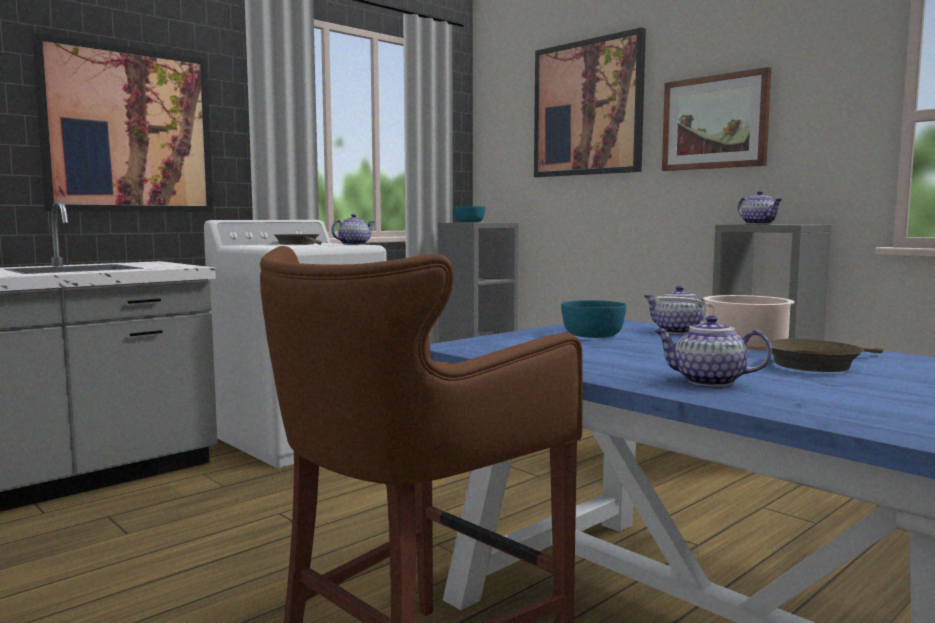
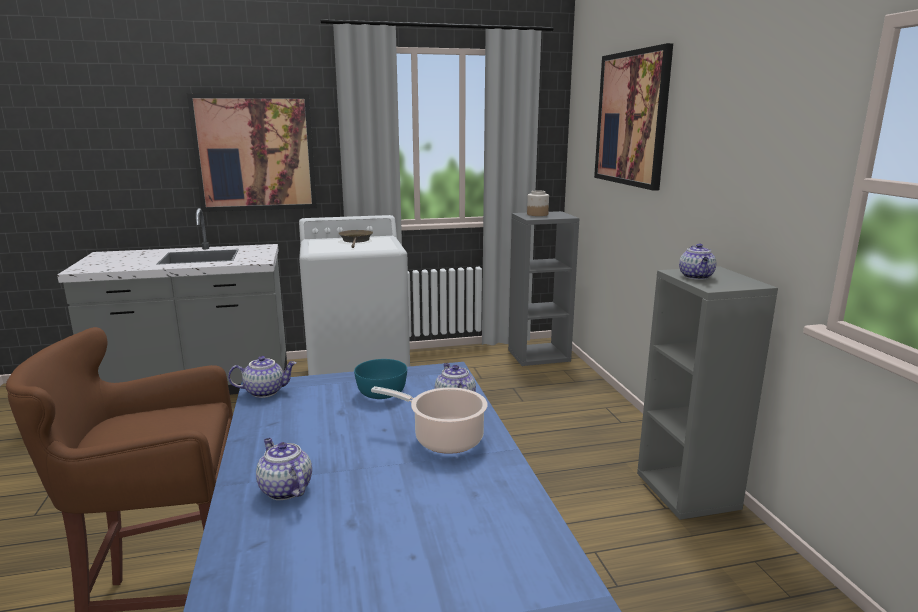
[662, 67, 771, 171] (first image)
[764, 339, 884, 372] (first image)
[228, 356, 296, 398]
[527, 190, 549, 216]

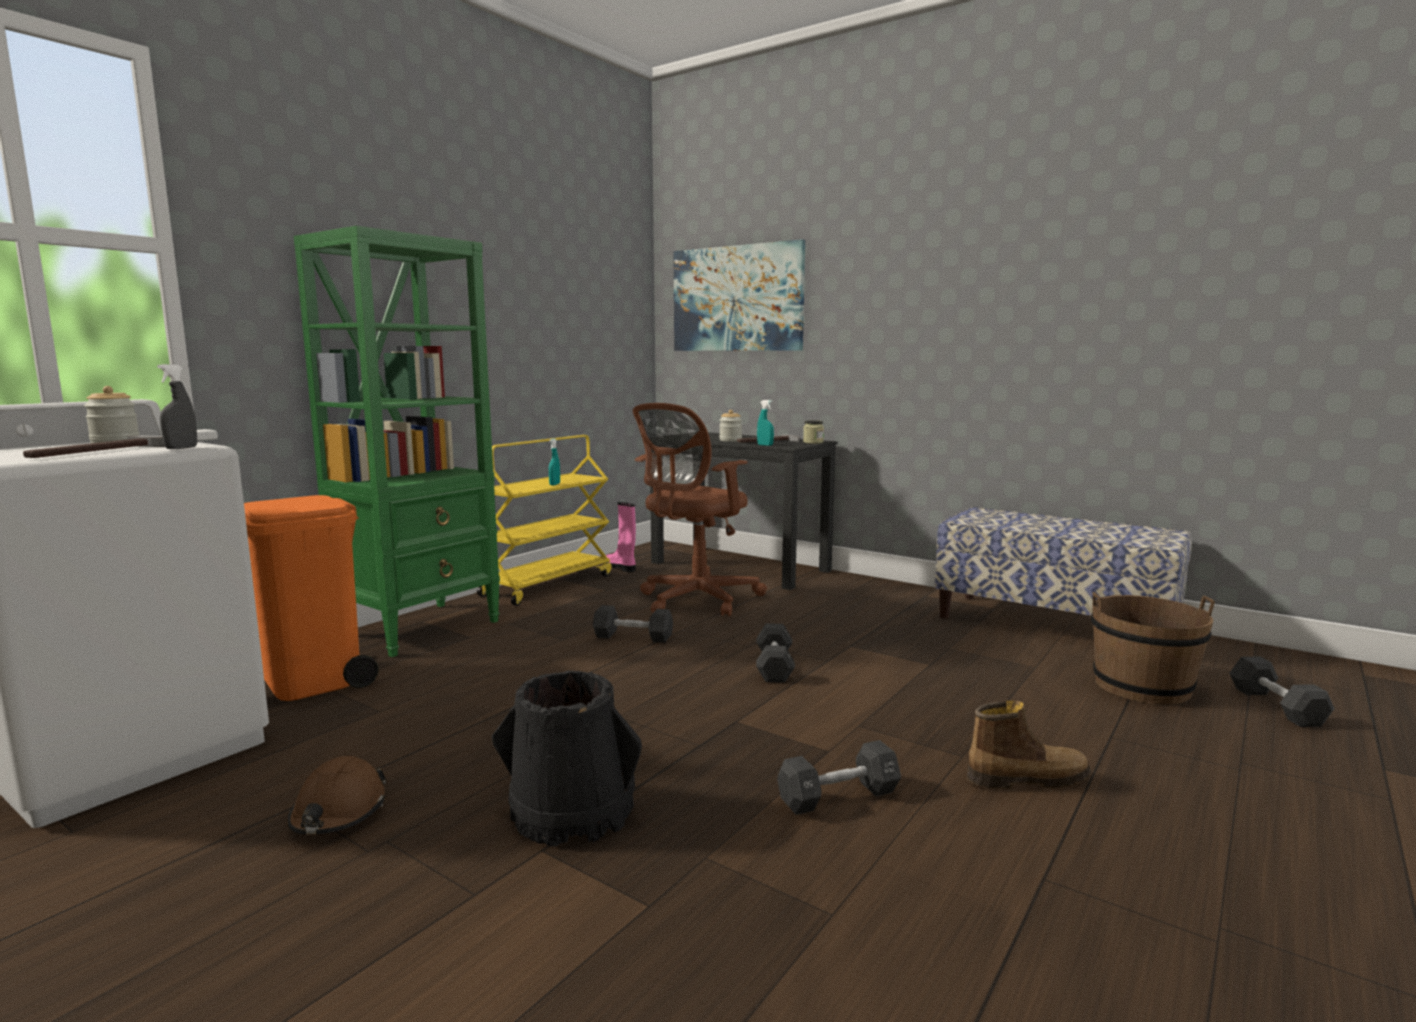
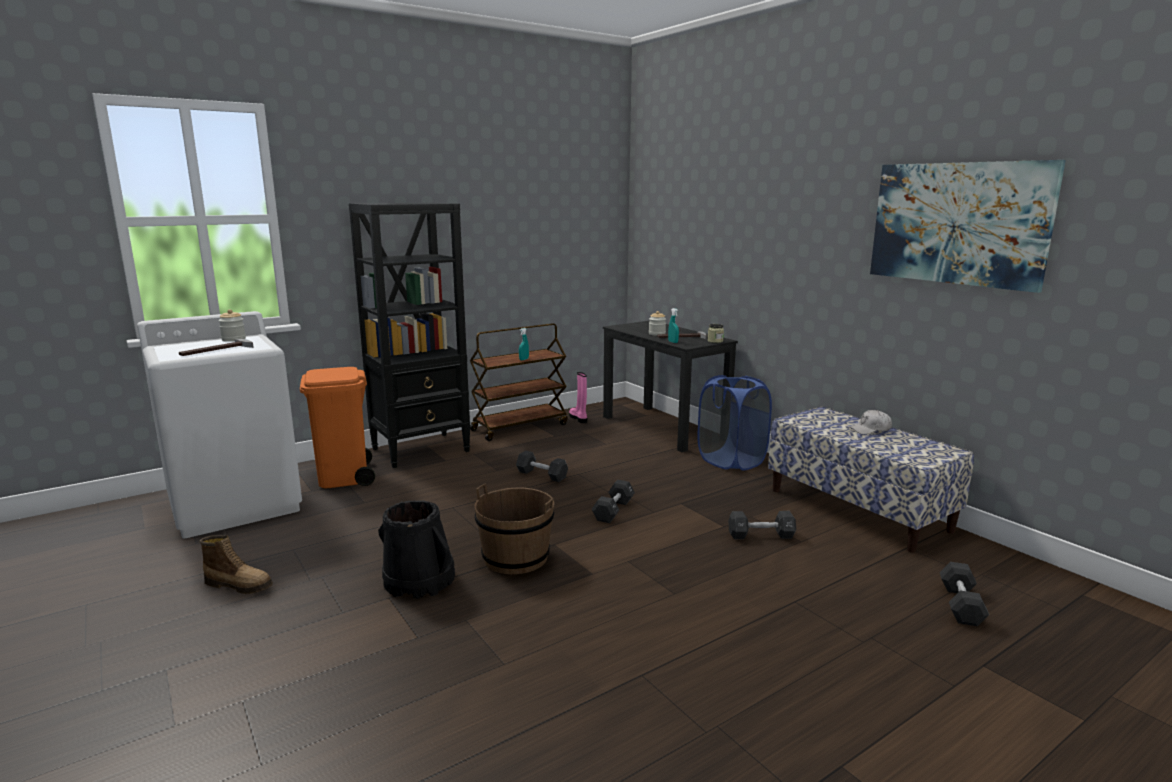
[157, 364, 197, 449] (first image)
[288, 756, 387, 834] (first image)
[633, 403, 767, 616] (first image)
[697, 375, 772, 471]
[849, 410, 892, 434]
[870, 160, 1066, 293]
[728, 511, 796, 539]
[200, 535, 273, 594]
[475, 484, 554, 574]
[349, 203, 470, 468]
[470, 323, 568, 441]

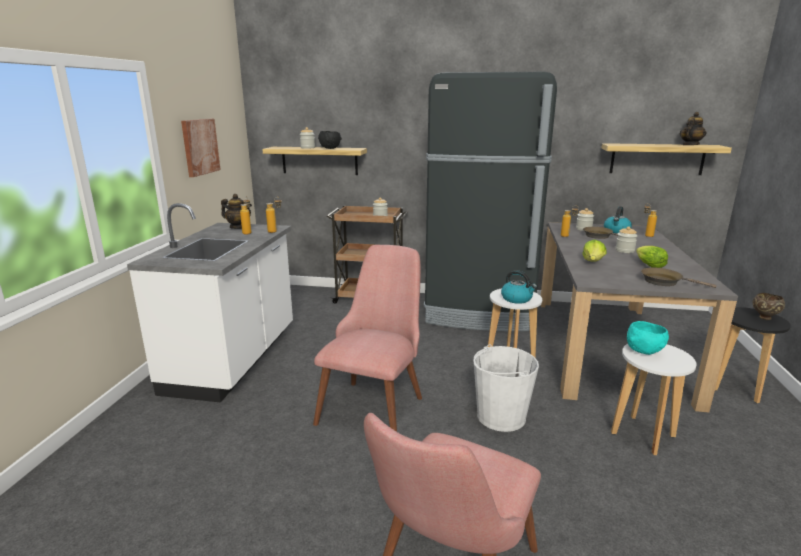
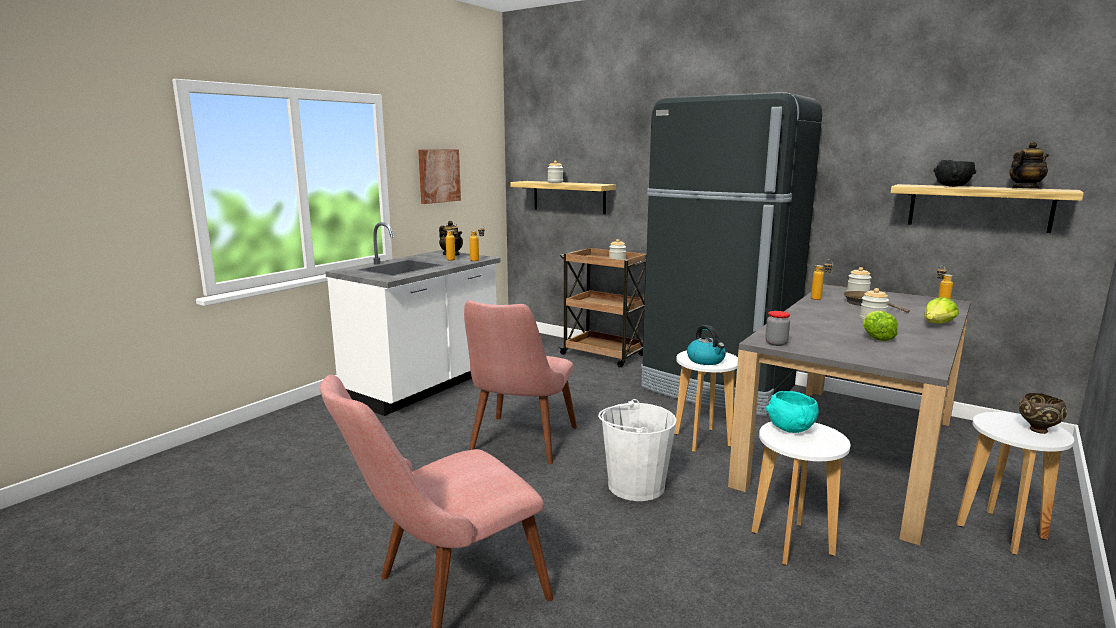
[604, 206, 632, 233] (first image)
[641, 268, 717, 288] (first image)
[765, 311, 790, 346]
[933, 160, 976, 187]
[924, 297, 959, 323]
[956, 412, 1074, 555]
[464, 300, 577, 464]

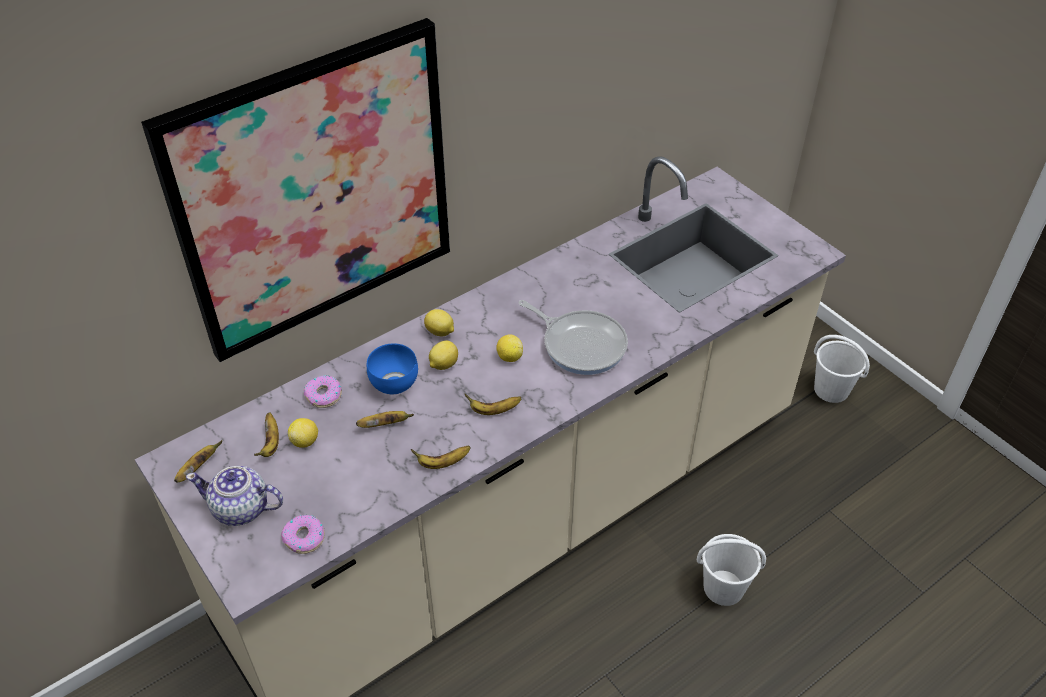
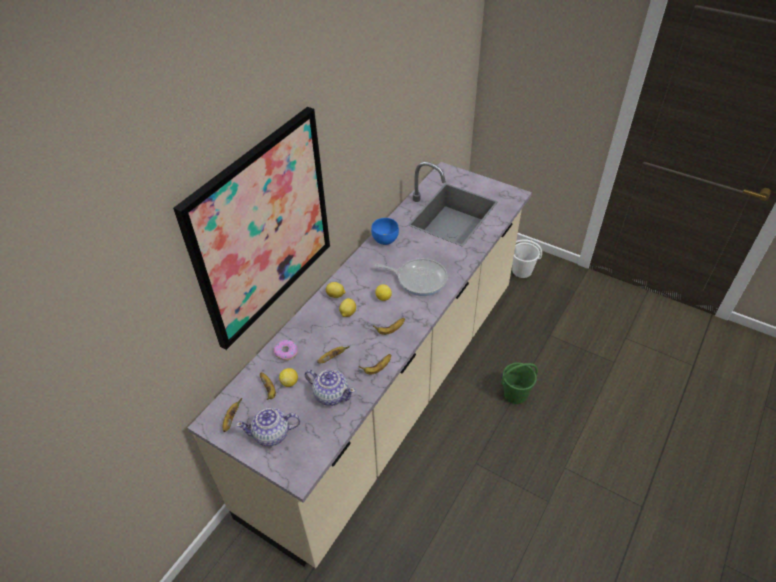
[281, 515, 325, 554] (first image)
[305, 369, 356, 406]
[371, 218, 399, 245]
[501, 363, 538, 404]

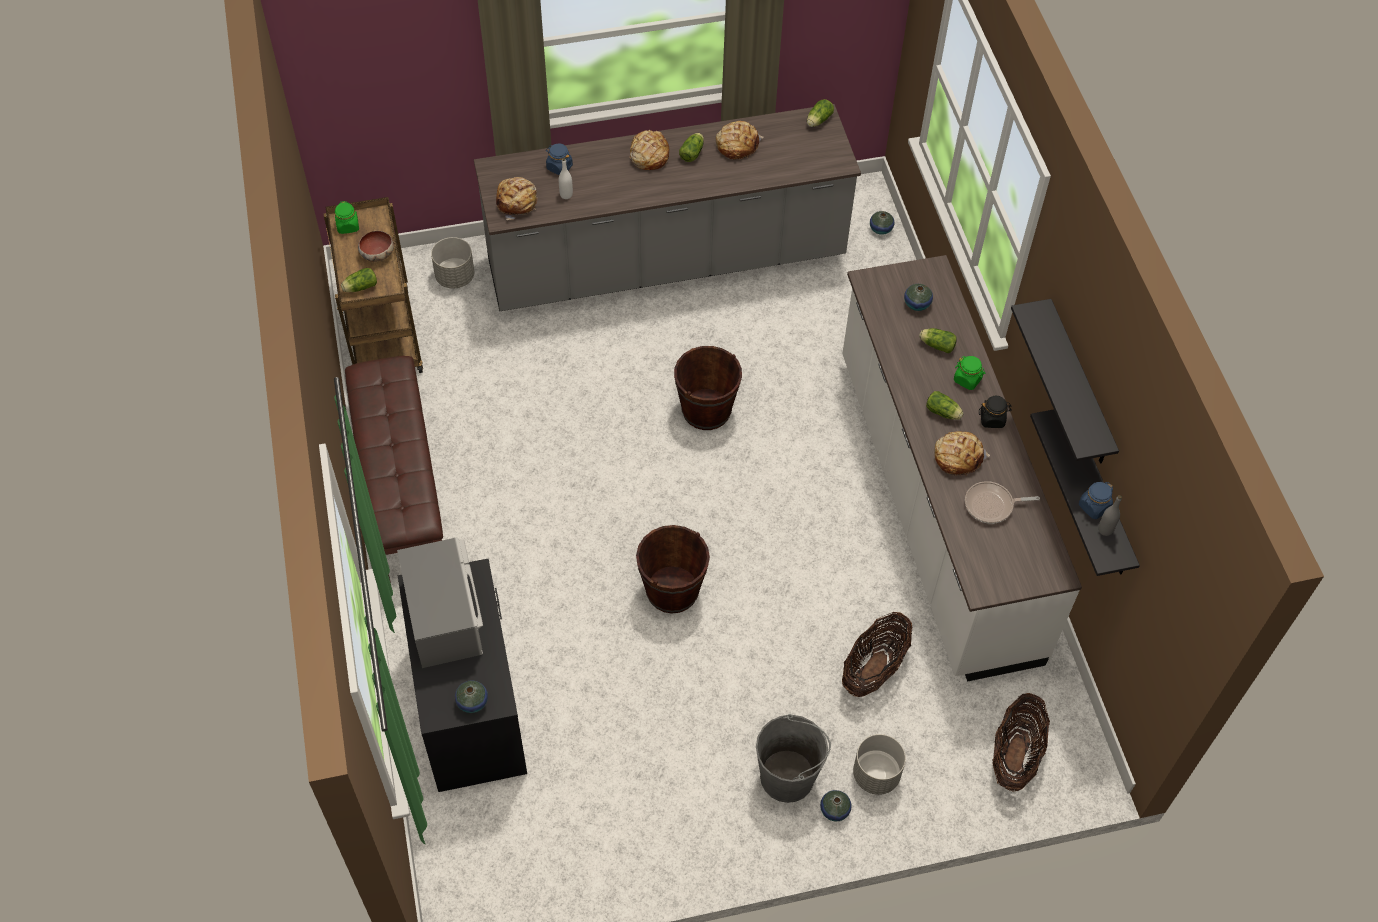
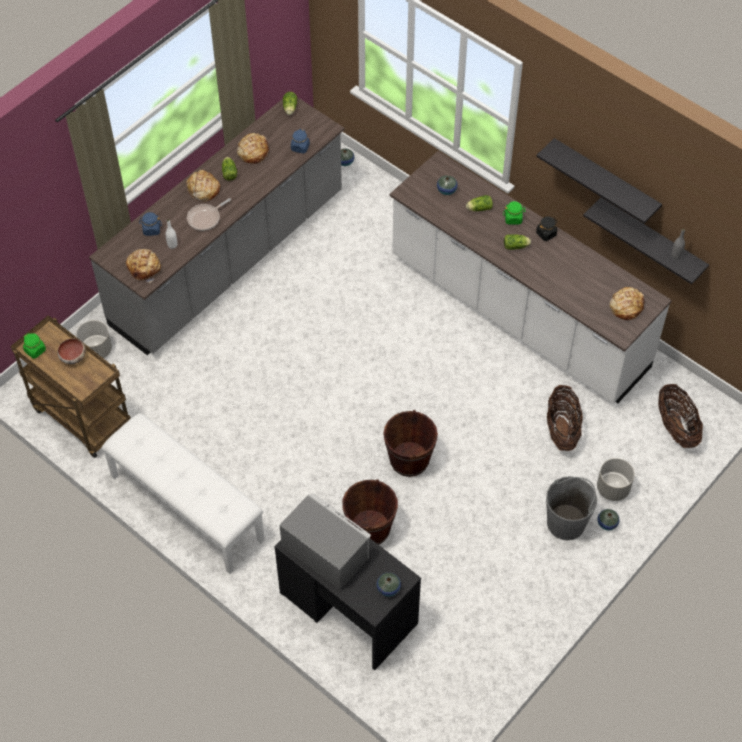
[341, 268, 377, 292] (first image)
[342, 479, 398, 545]
[609, 287, 644, 320]
[187, 198, 231, 231]
[291, 129, 310, 154]
[101, 413, 265, 574]

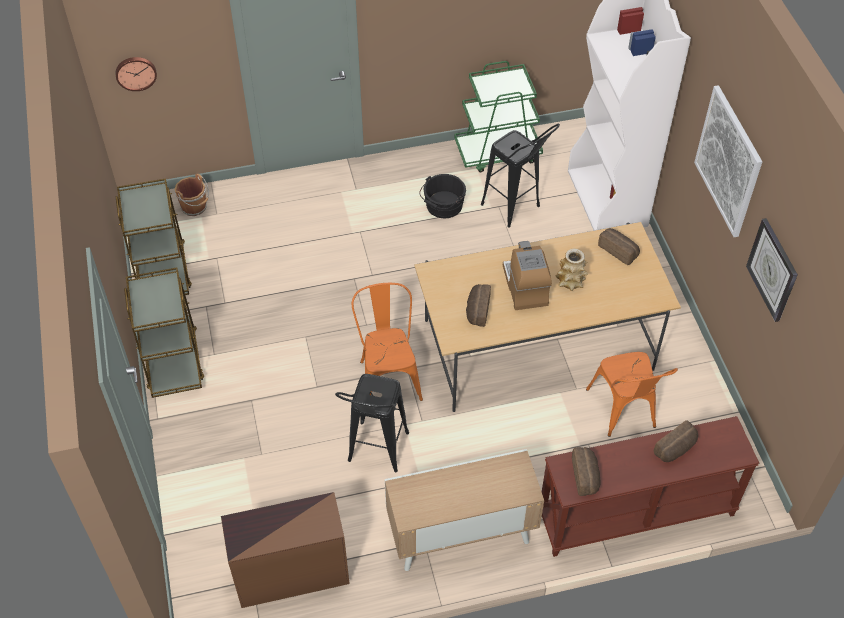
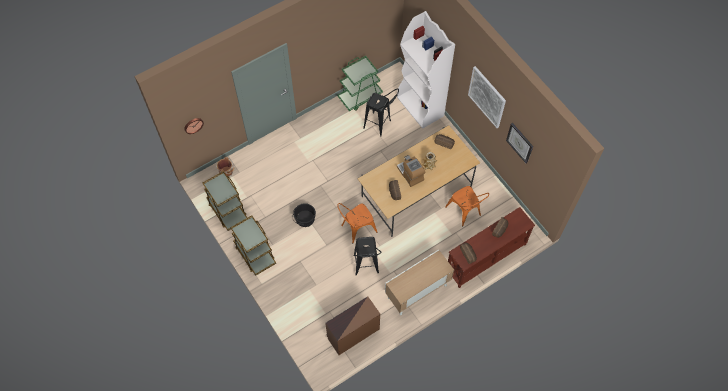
[292, 203, 316, 227]
[337, 203, 377, 243]

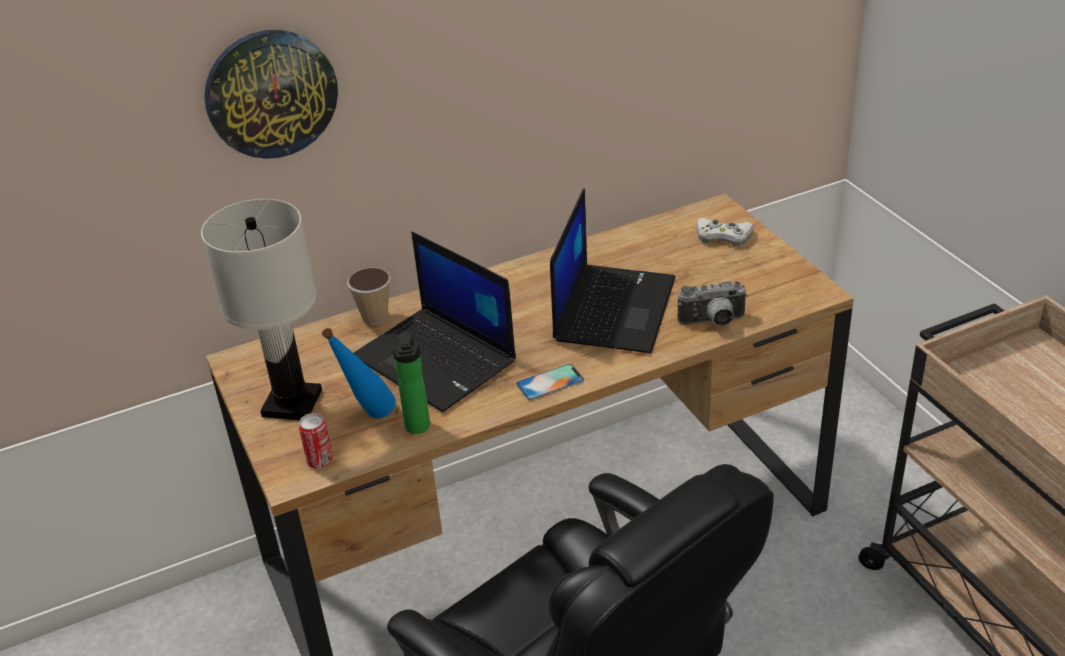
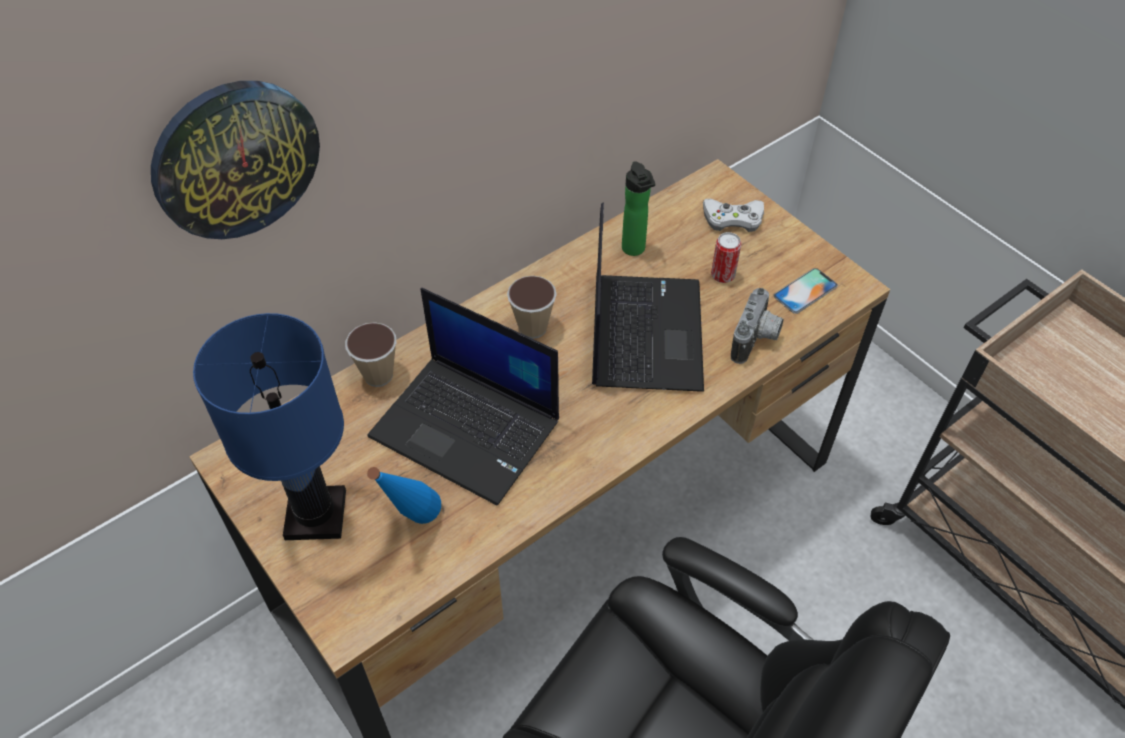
[507, 276, 557, 339]
[711, 232, 741, 283]
[622, 161, 655, 256]
[773, 268, 838, 314]
[193, 313, 346, 540]
[731, 288, 783, 364]

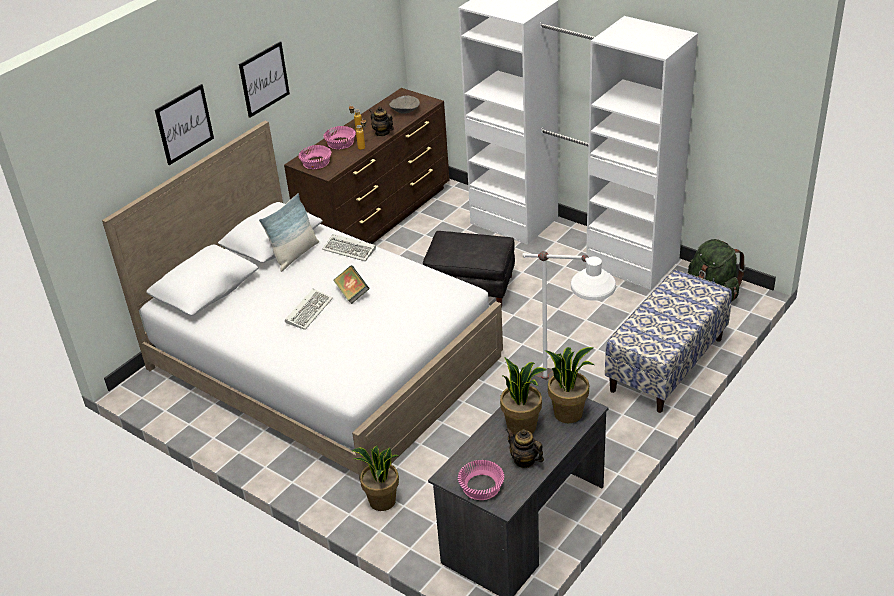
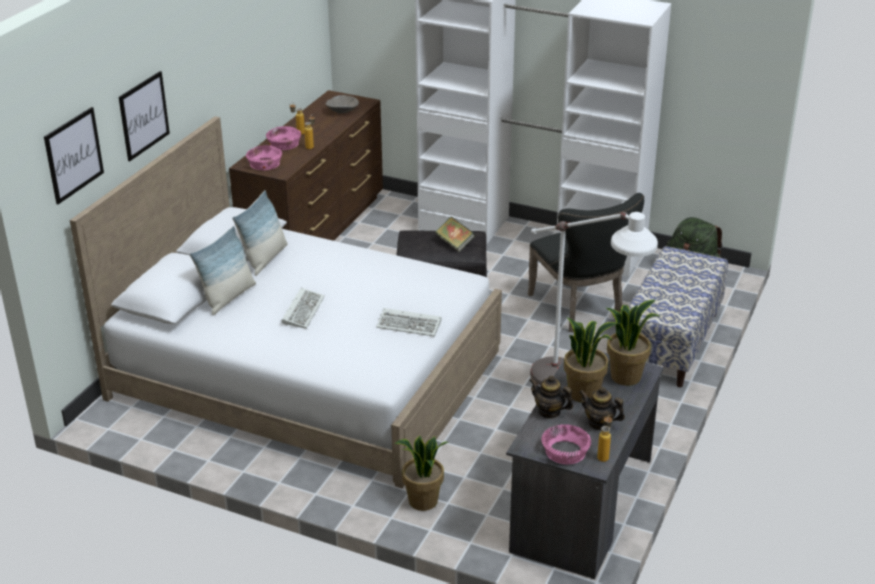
[189, 226, 256, 316]
[528, 193, 644, 332]
[597, 415, 612, 462]
[44, 107, 104, 204]
[376, 308, 441, 337]
[435, 216, 475, 252]
[529, 376, 573, 419]

